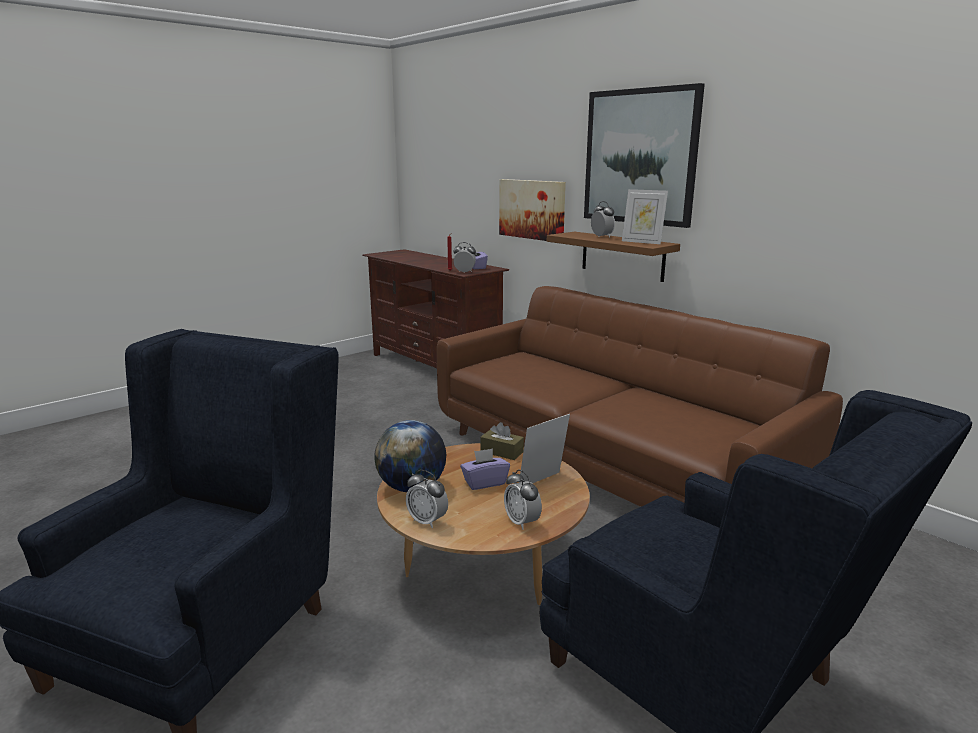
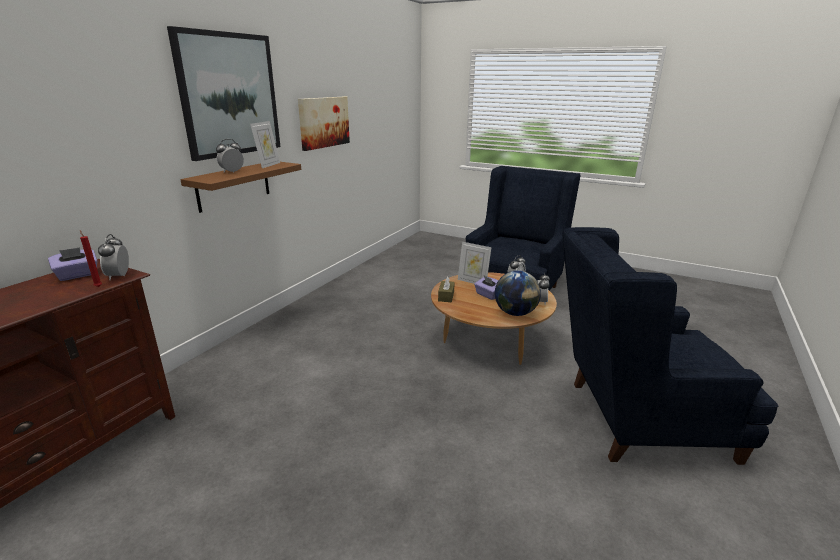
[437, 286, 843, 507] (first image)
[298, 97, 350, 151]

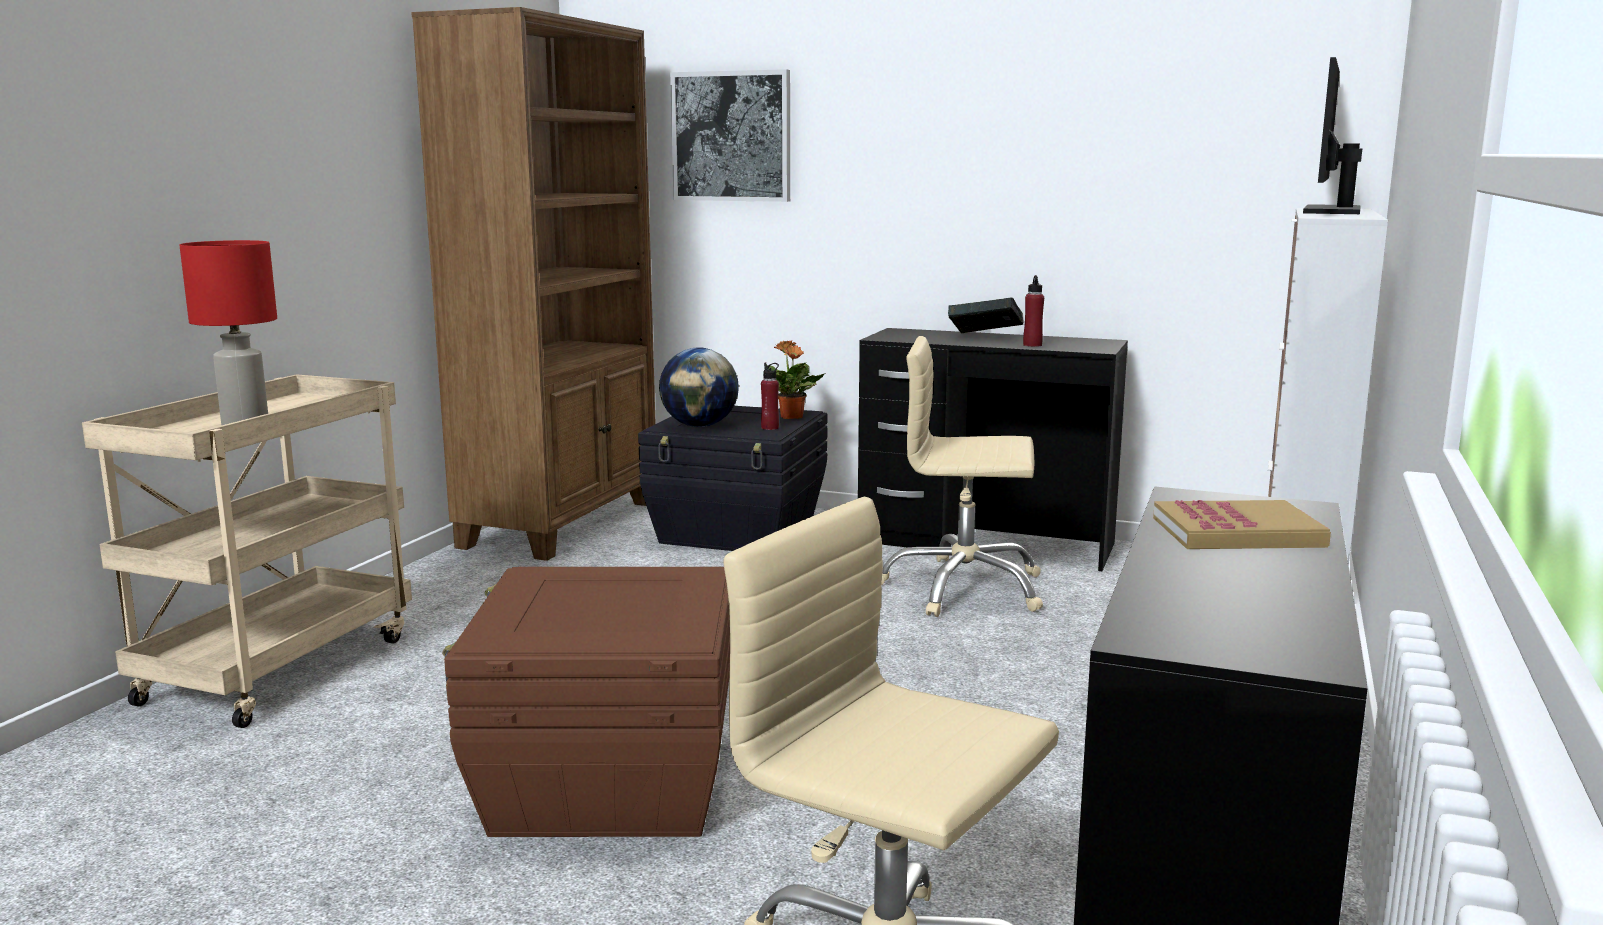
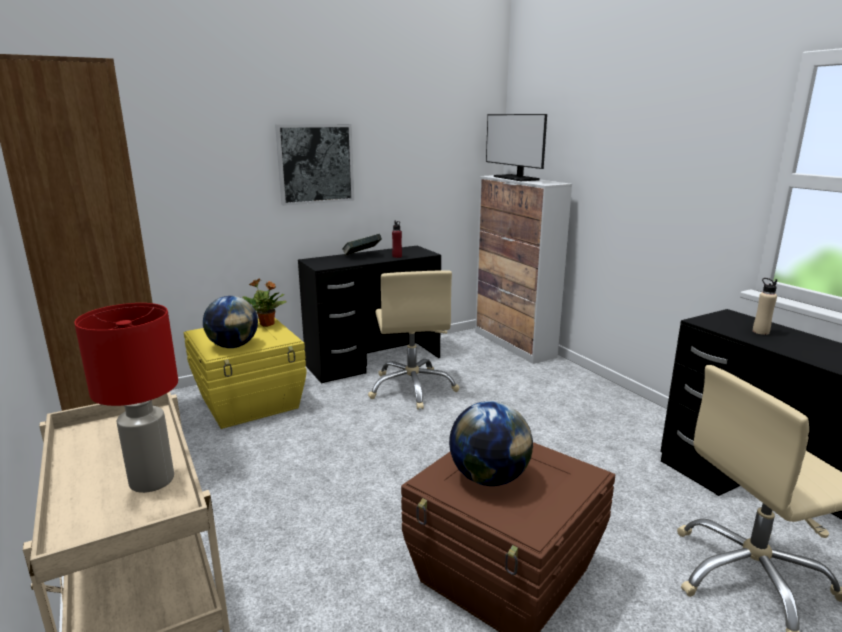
[761, 363, 779, 430] (first image)
[449, 401, 533, 486]
[275, 124, 354, 206]
[753, 278, 777, 335]
[184, 318, 307, 429]
[368, 270, 459, 410]

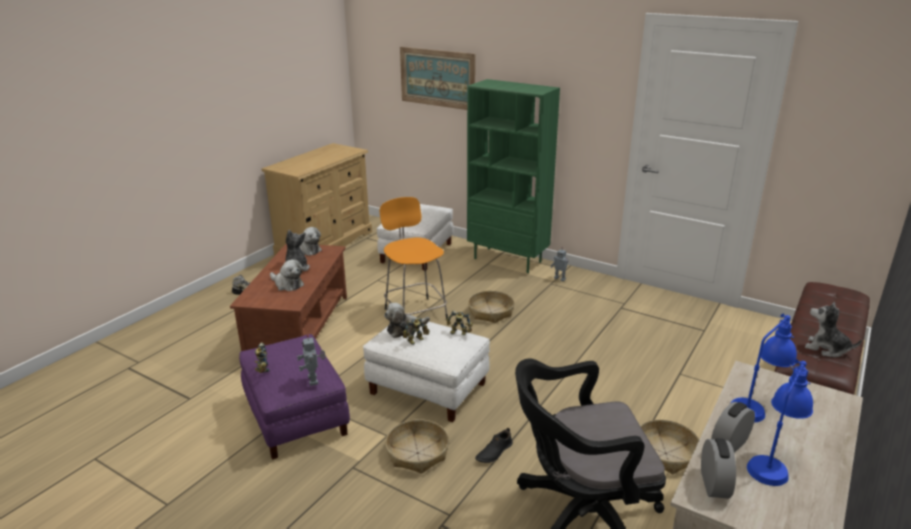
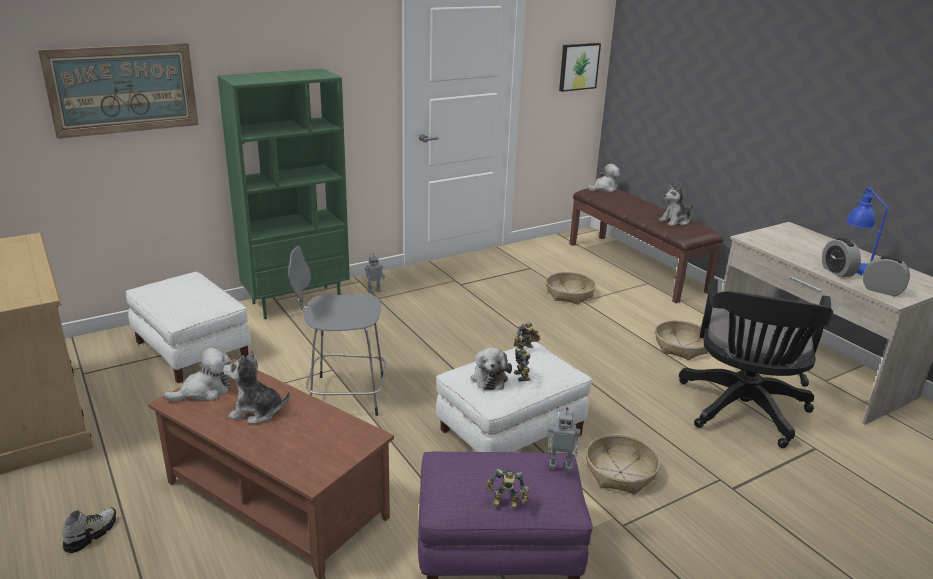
[475, 428, 513, 463] (first image)
[731, 313, 797, 423] (first image)
[559, 43, 601, 92]
[587, 164, 620, 192]
[546, 272, 596, 305]
[288, 246, 387, 416]

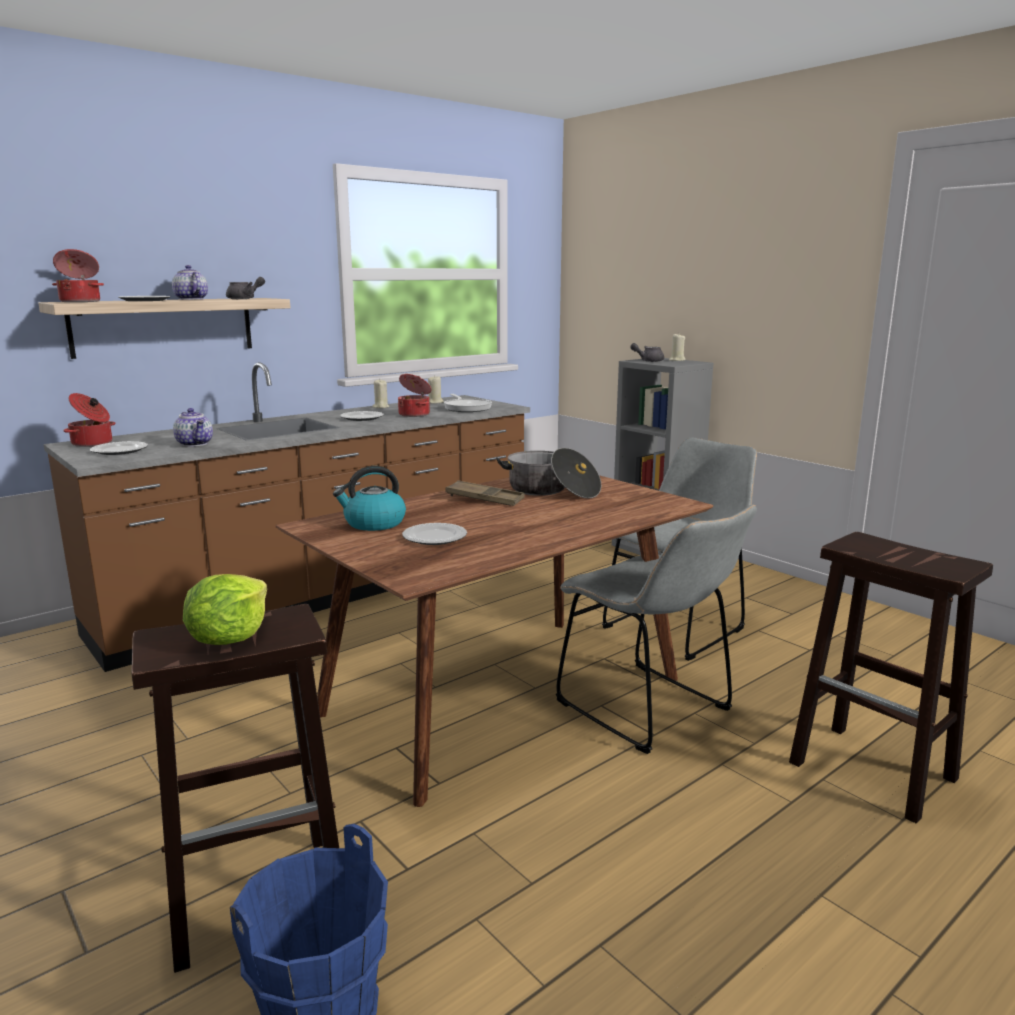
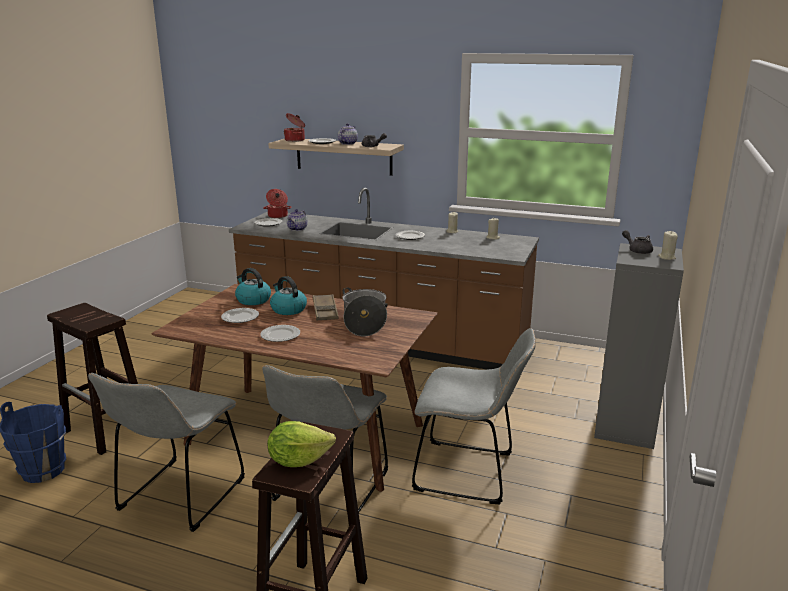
[398, 374, 431, 417] (first image)
[444, 394, 492, 412] (first image)
[88, 373, 245, 532]
[260, 325, 300, 342]
[270, 276, 307, 315]
[267, 421, 336, 467]

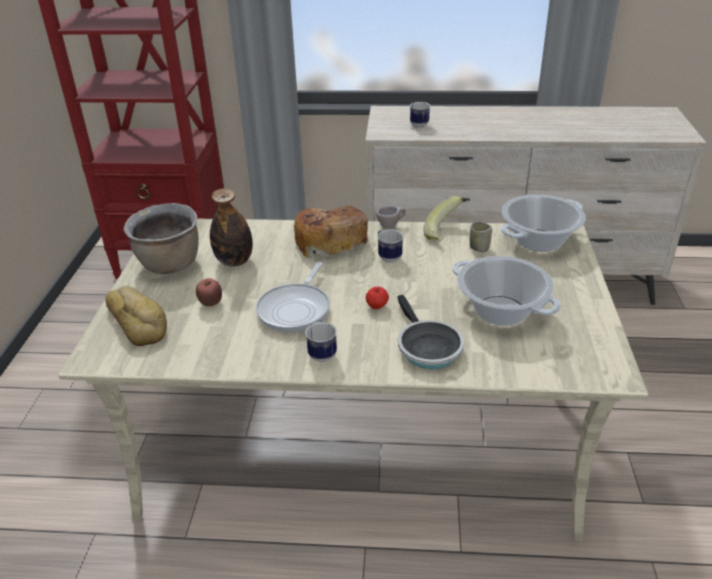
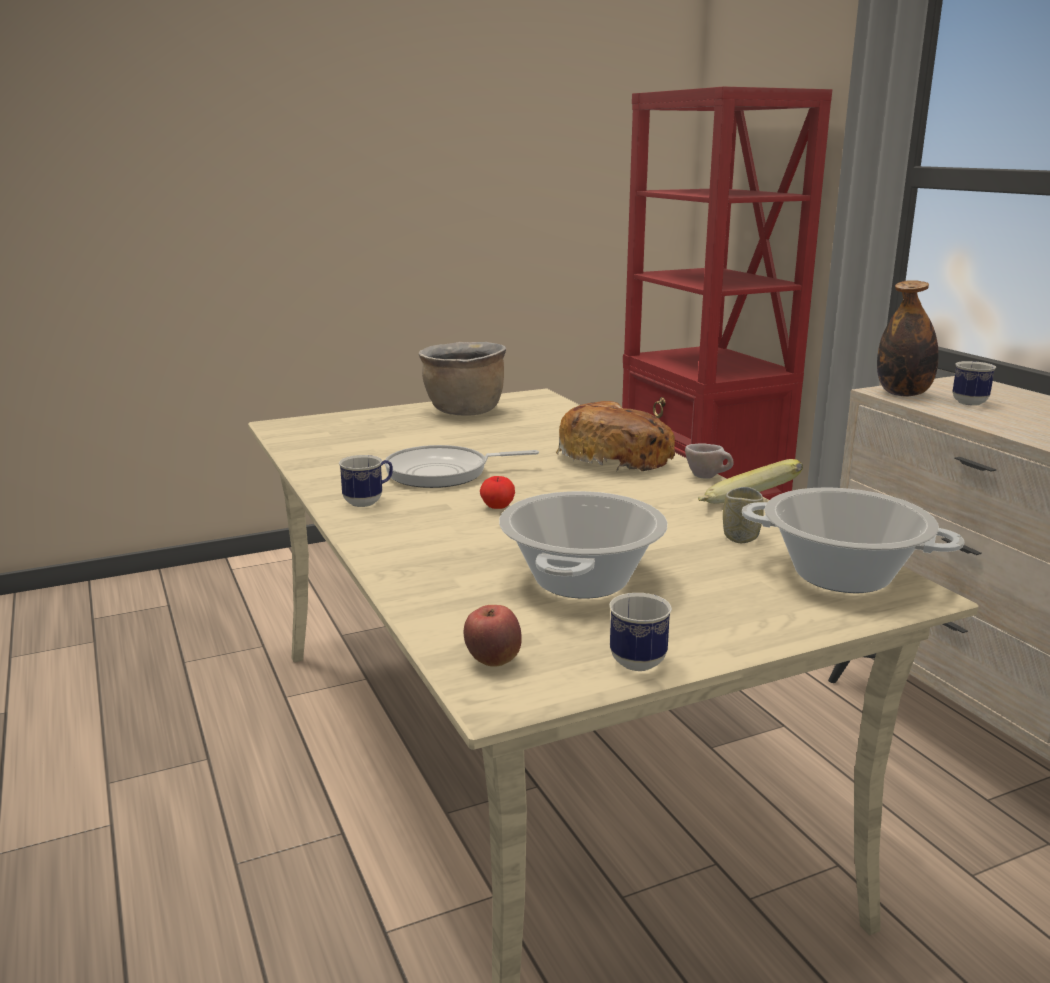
[105, 286, 167, 346] (first image)
[397, 295, 464, 369] (first image)
[464, 605, 522, 667]
[877, 280, 939, 397]
[609, 593, 672, 671]

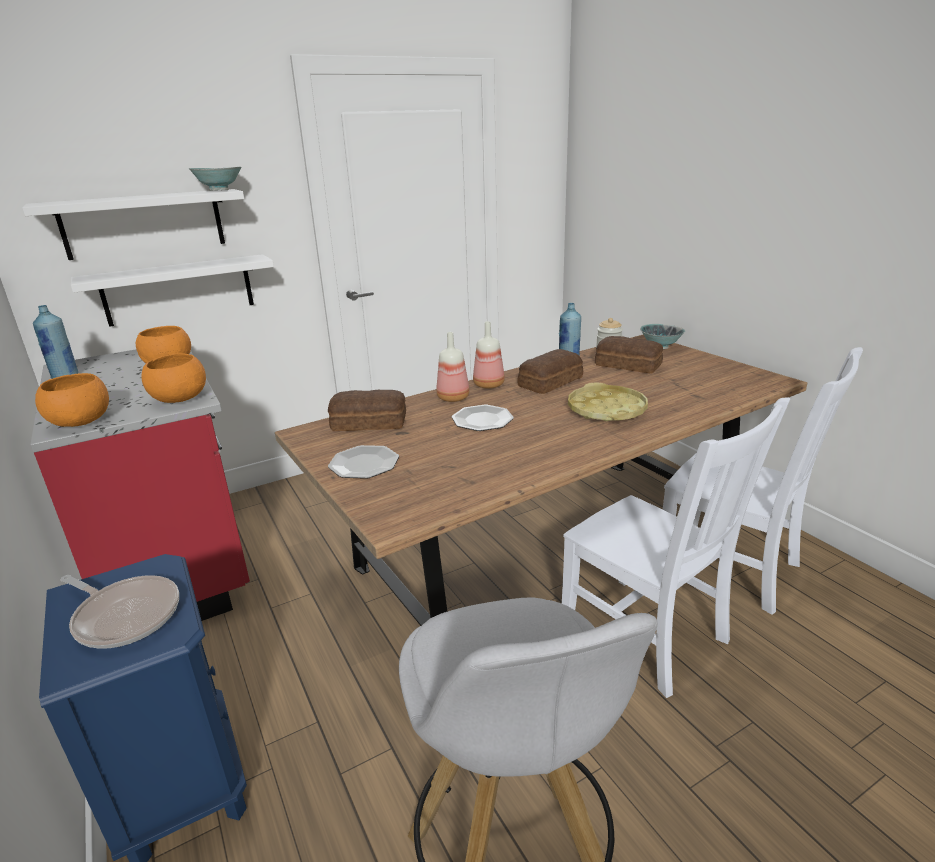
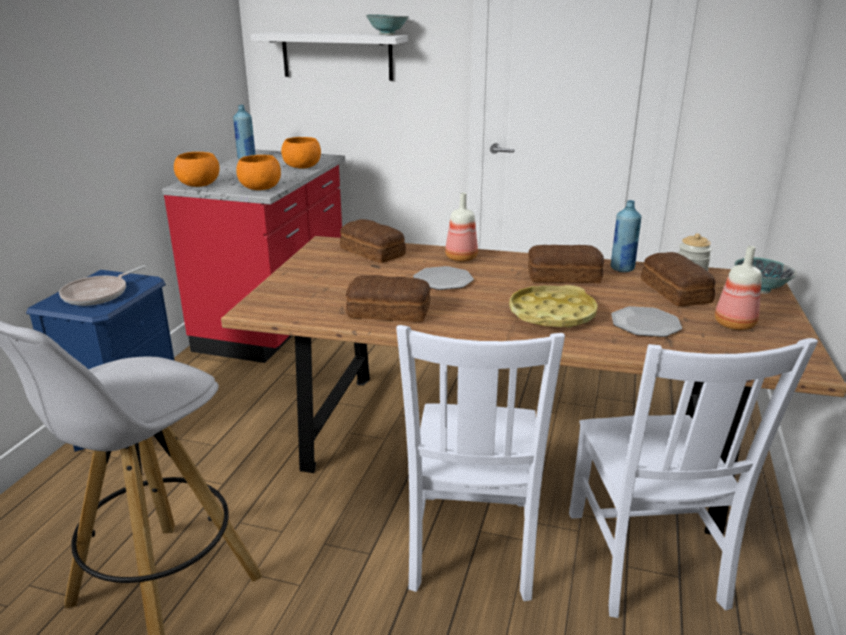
[71, 254, 274, 327] (first image)
[346, 275, 430, 322]
[611, 306, 682, 337]
[715, 246, 762, 330]
[59, 265, 146, 306]

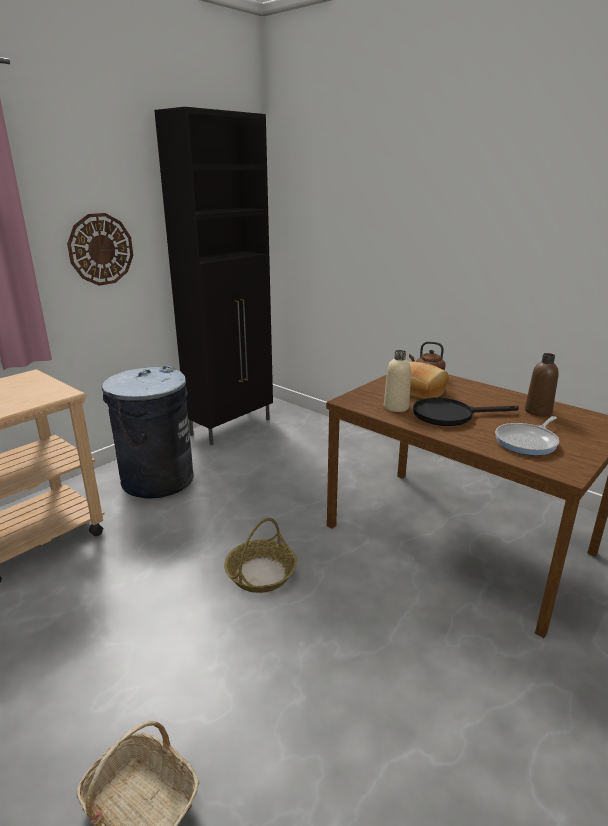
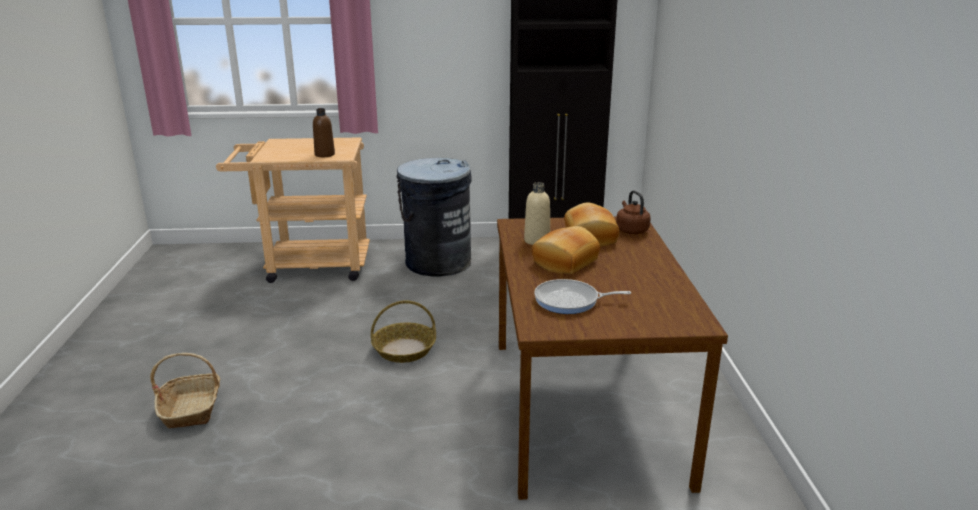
[67, 213, 133, 286] (first image)
[313, 108, 335, 157]
[532, 226, 600, 274]

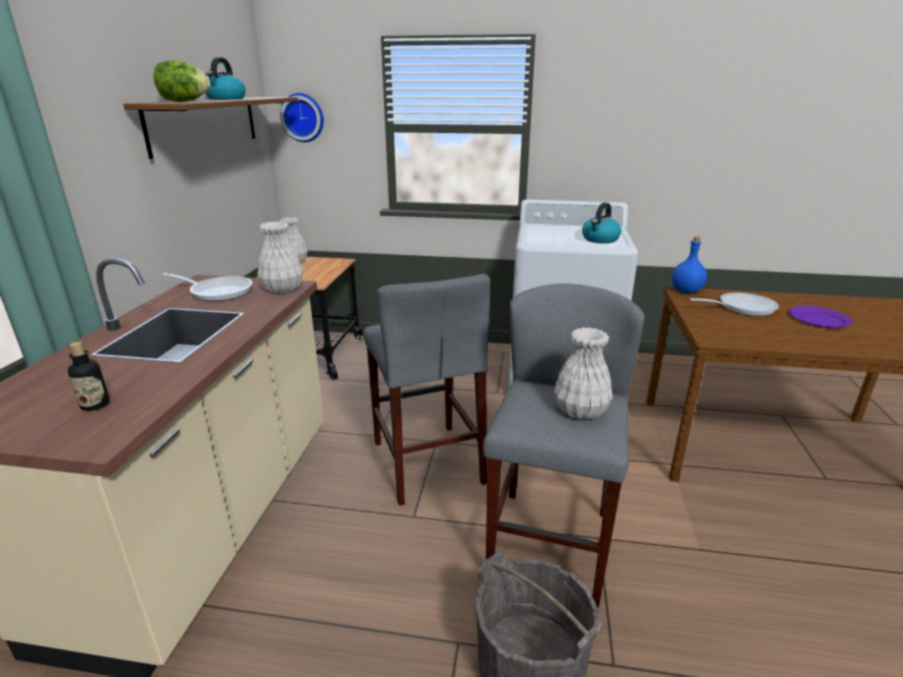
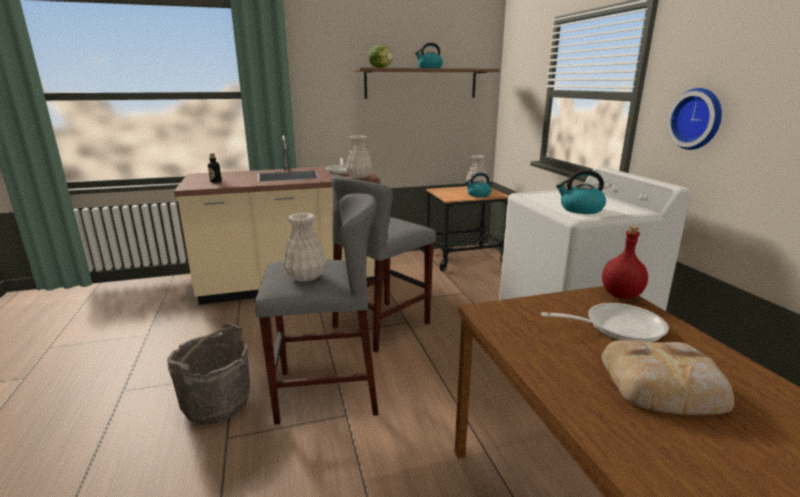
[465, 173, 491, 197]
[667, 88, 722, 150]
[601, 340, 735, 415]
[602, 226, 648, 299]
[541, 303, 669, 343]

